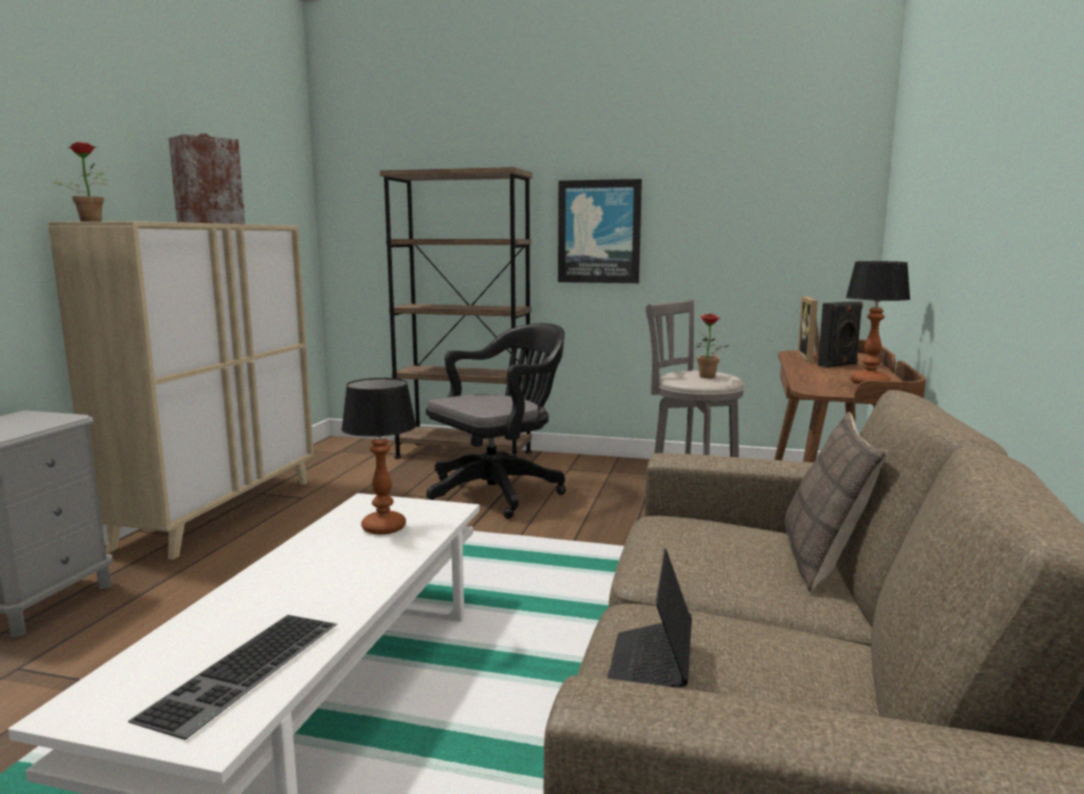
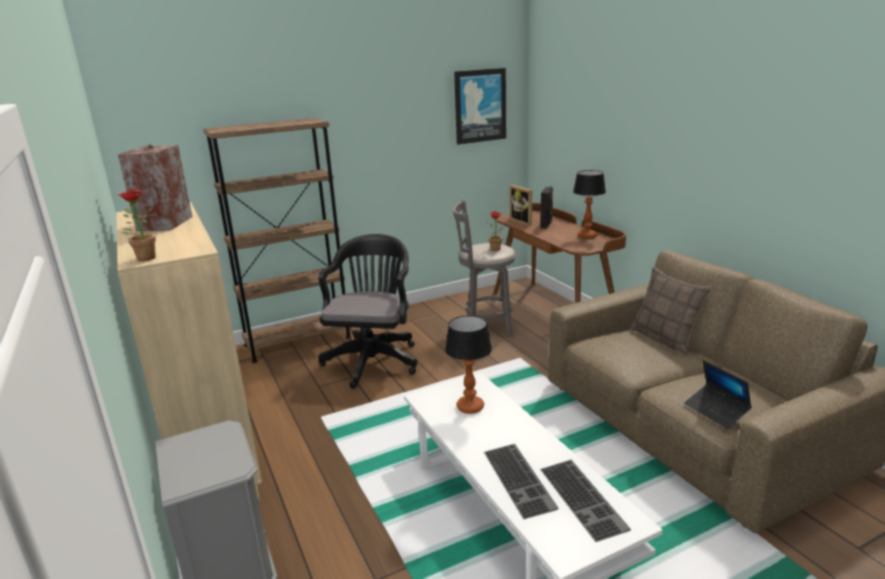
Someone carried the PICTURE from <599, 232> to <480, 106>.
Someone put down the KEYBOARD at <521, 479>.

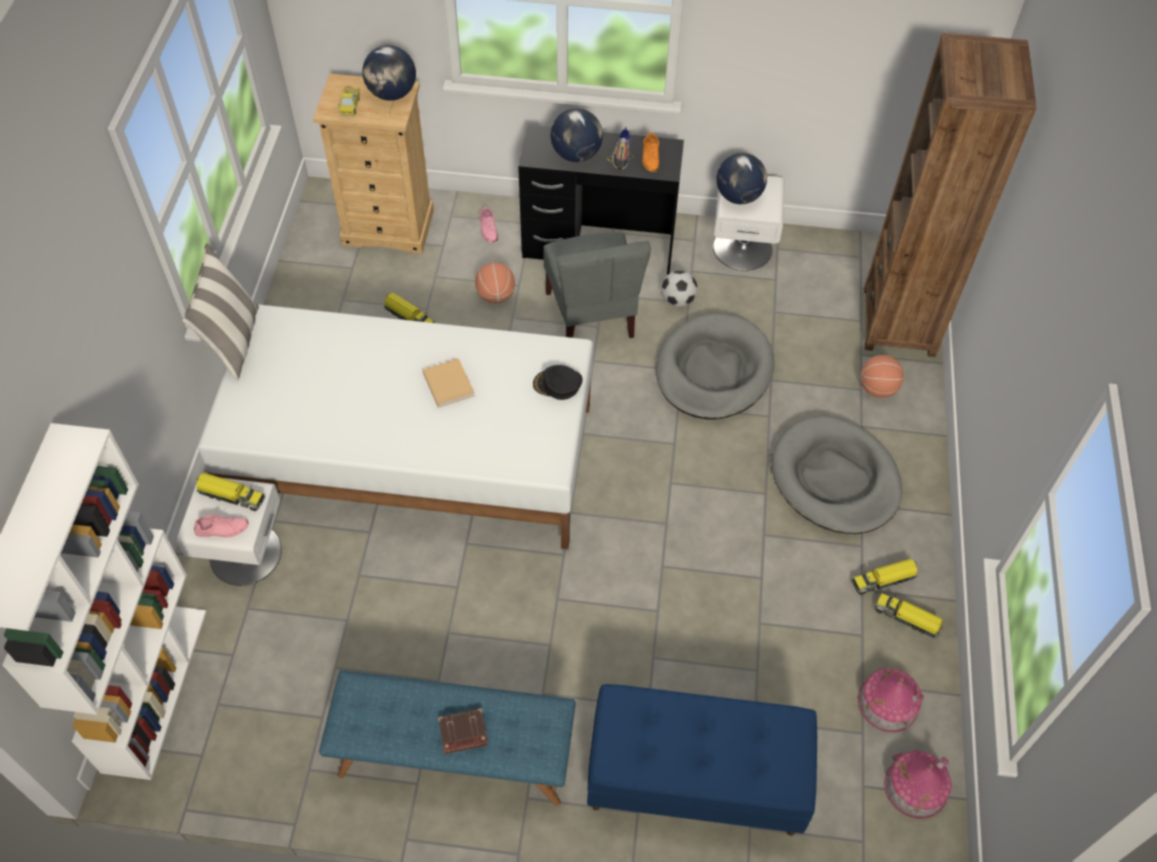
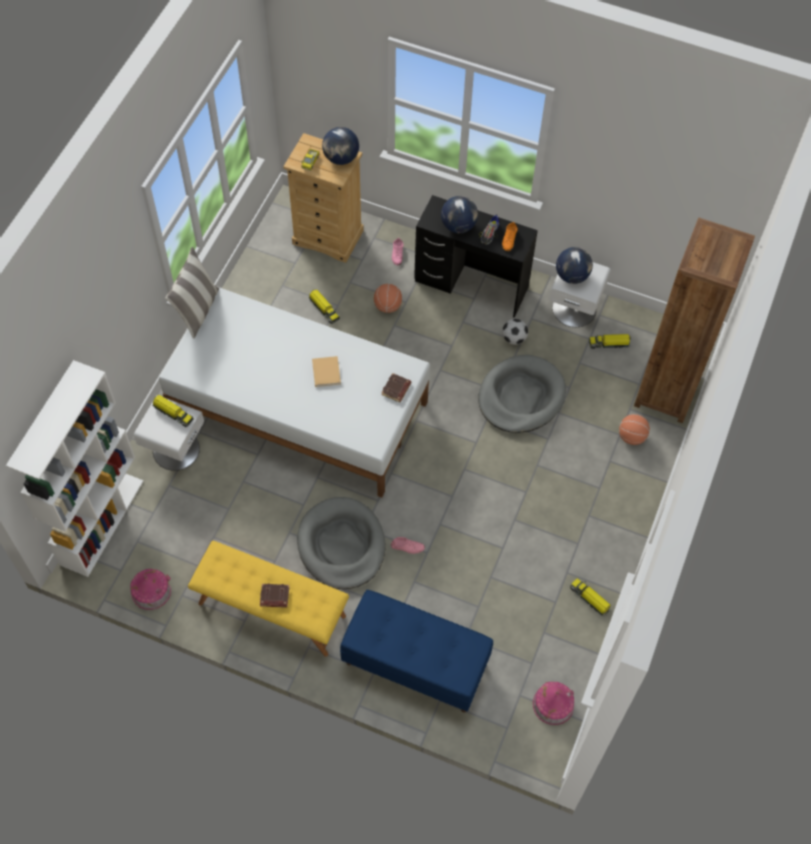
Someone carried the PINK SHOE from <222, 529> to <407, 547>.
Someone repainted the BLUE BENCH at <454, 756>, which became the YELLOW BENCH at <271, 610>.
Someone swapped the BLACK CAP at <557, 385> for the BROWN BOOK at <396, 389>.
Someone took away the GREY CHAIR at <591, 315>.
Someone carried the GREY DOG BED from <835, 479> to <341, 545>.
Someone carried the TOY TRUCK from <884, 579> to <609, 343>.
Someone carried the TOY HOUSE from <888, 703> to <151, 591>.

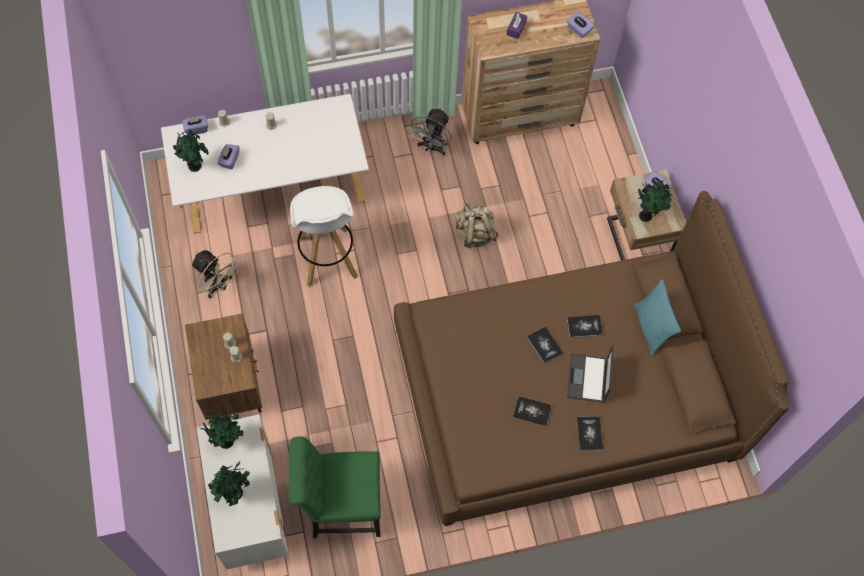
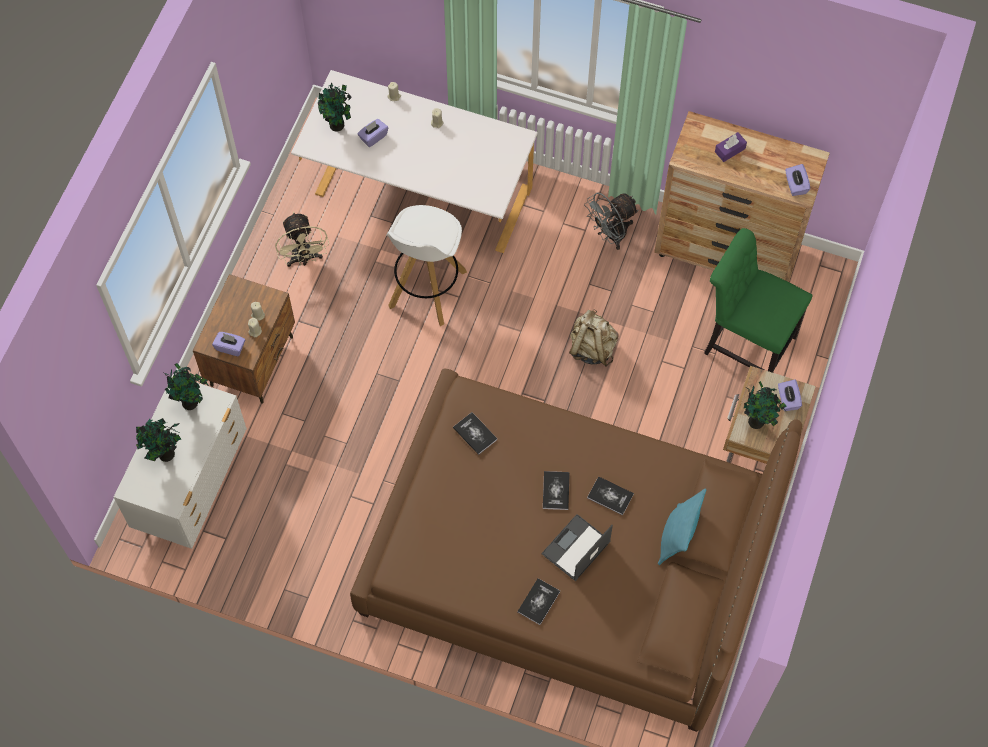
Someone carried the PURPLE TISSUE BOX from <196, 129> to <230, 347>.
Someone carried the GREEN CHAIR from <341, 507> to <745, 343>.
Someone carried the BOOK from <532, 411> to <475, 434>.

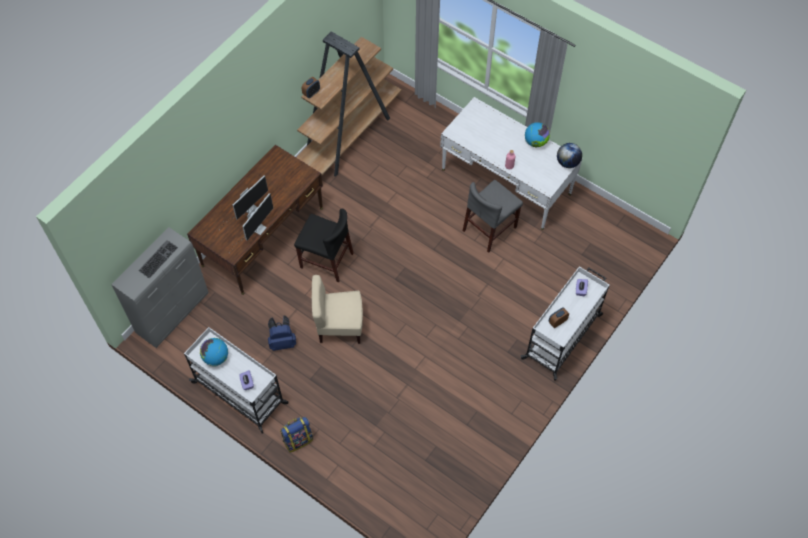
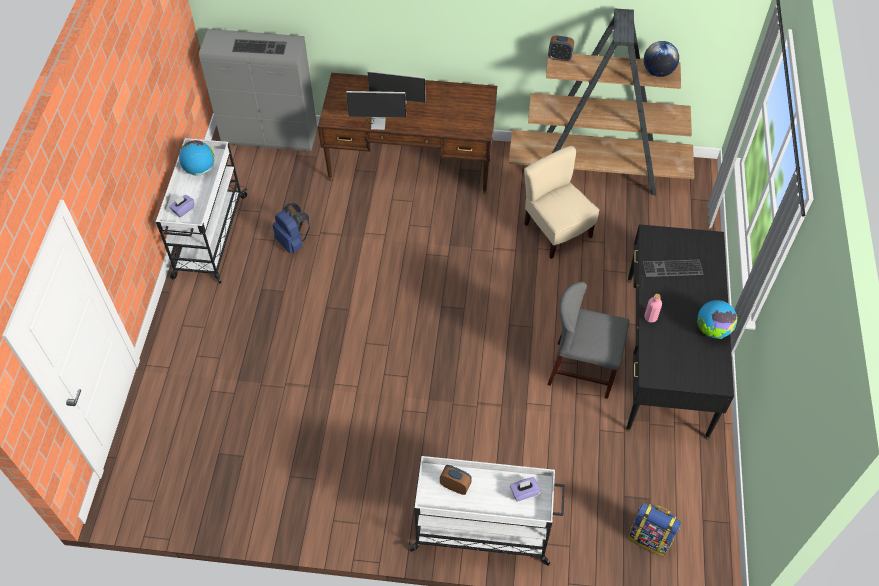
Someone carried the BACKPACK from <298, 439> to <650, 538>.
Someone took away the BLACK CHAIR at <326, 260>.
Someone carried the BEIGE CHAIR from <339, 326> to <556, 231>.
Someone repainted the WHITE DESK at <506, 181>, which became the BLACK DESK at <666, 355>.
Someone carried the GLOBE from <567, 162> to <658, 72>.
Someone put down the KEYBOARD at <672, 269>.

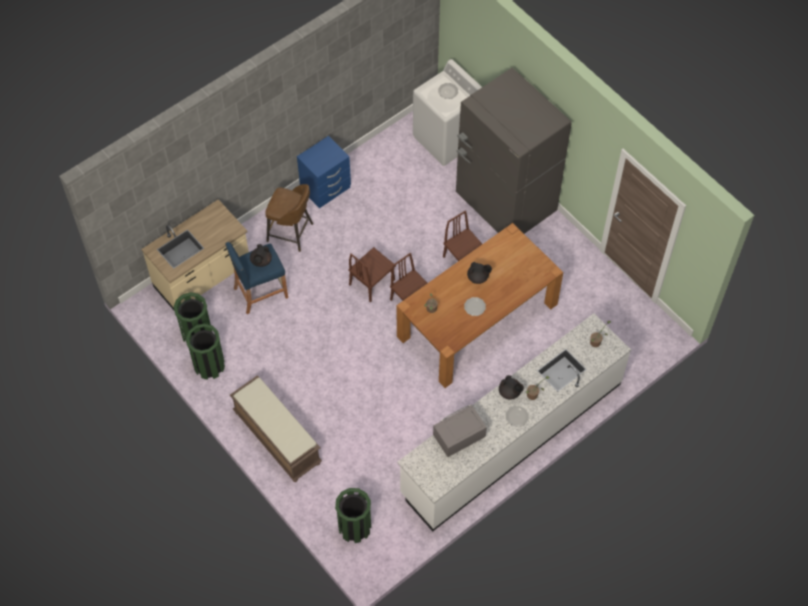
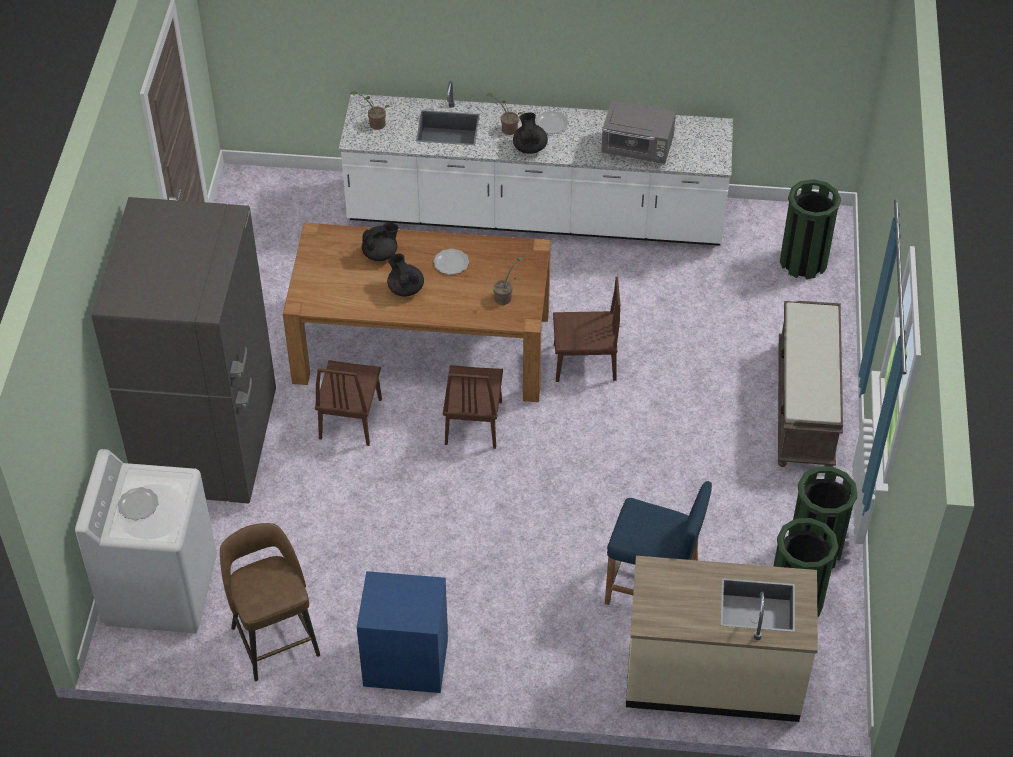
Someone carried the BLACK TEAPOT from <261, 261> to <380, 254>.
Someone carried the BROWN STOOL from <291, 233> to <274, 639>.
Someone carried the BROWN CHAIR from <372, 282> to <584, 362>.

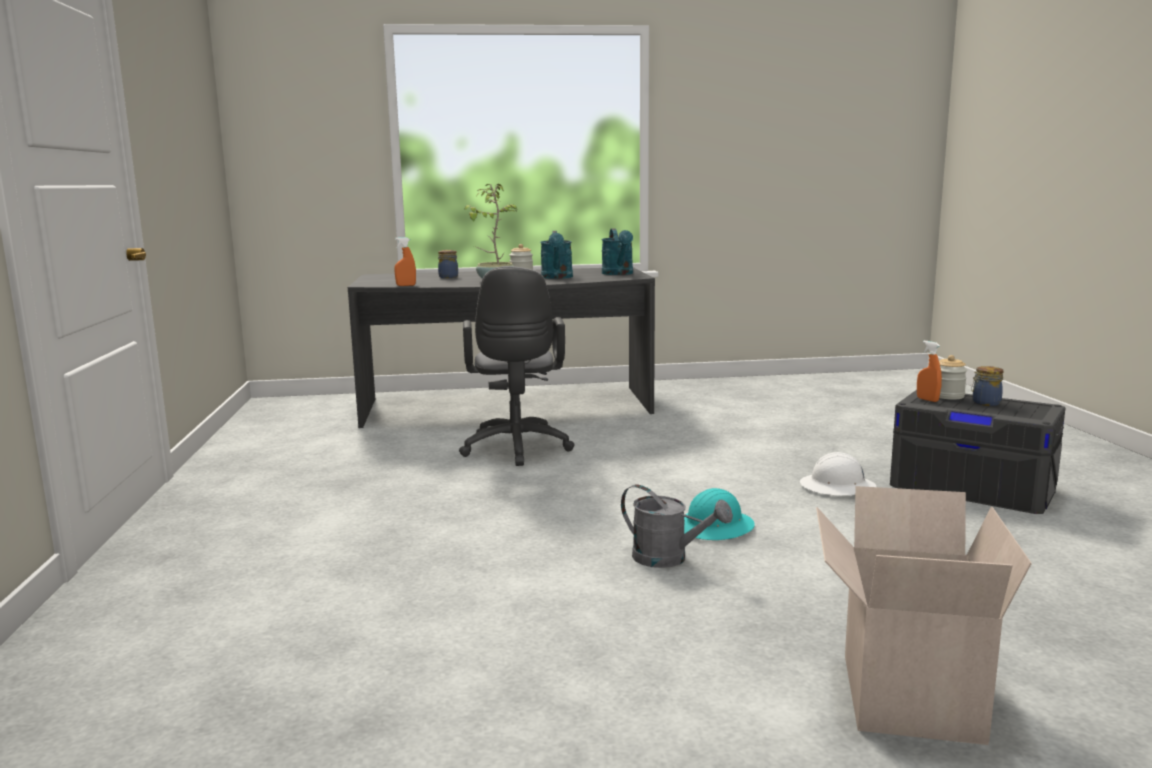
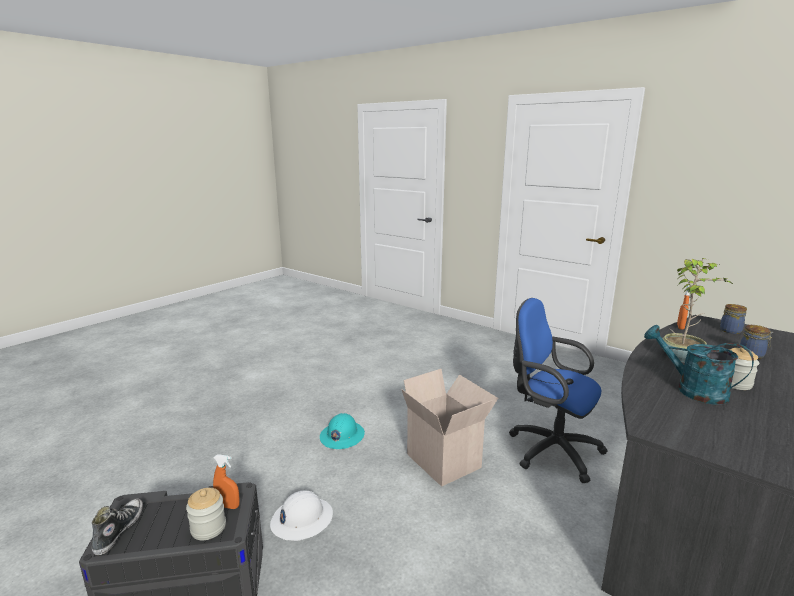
Someone repainted the GREY OFFICE CHAIR at <516, 450>, which became the BLUE OFFICE CHAIR at <549, 449>.
Someone took away the TURQUOISE WATERING CAN at <619, 274>.
Someone took away the GREY WATERING CAN at <669, 559>.
Someone carried the CARDBOARD BOX from <904, 694> to <446, 461>.
Someone carried the JAR from <985, 403> to <730, 330>.
Someone put down the SHOE at <119, 530>.

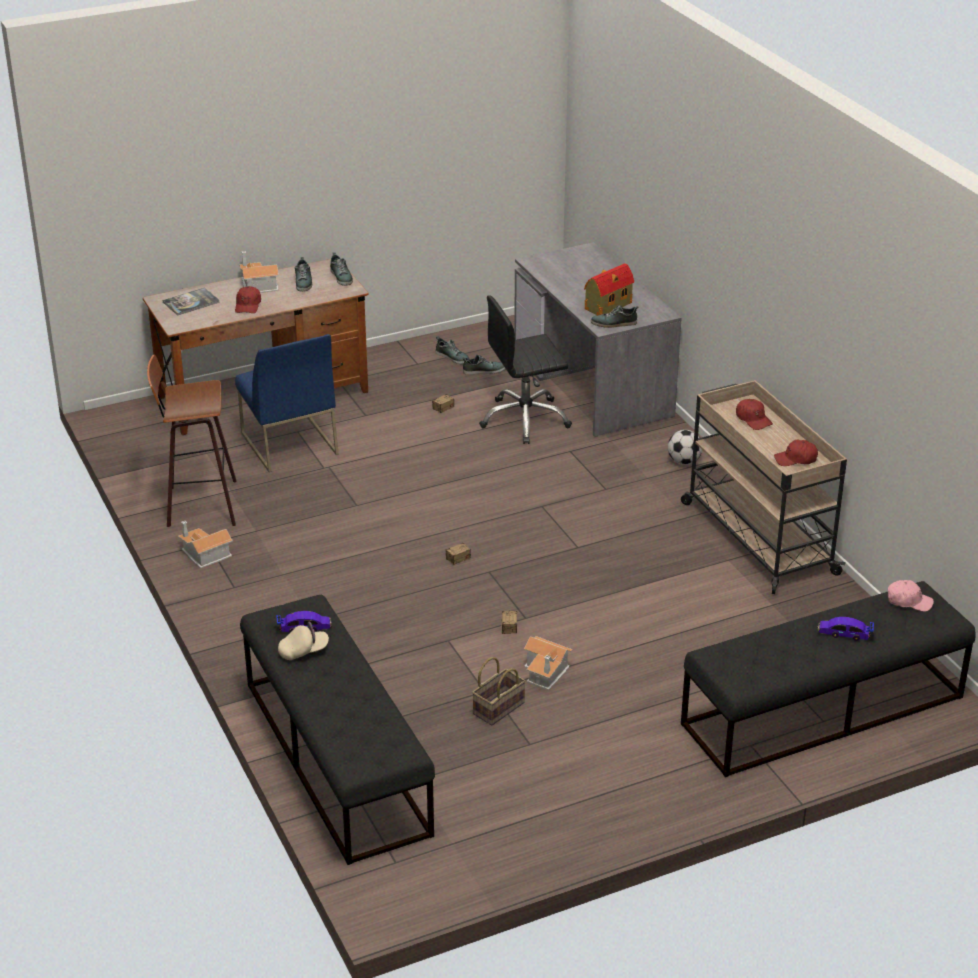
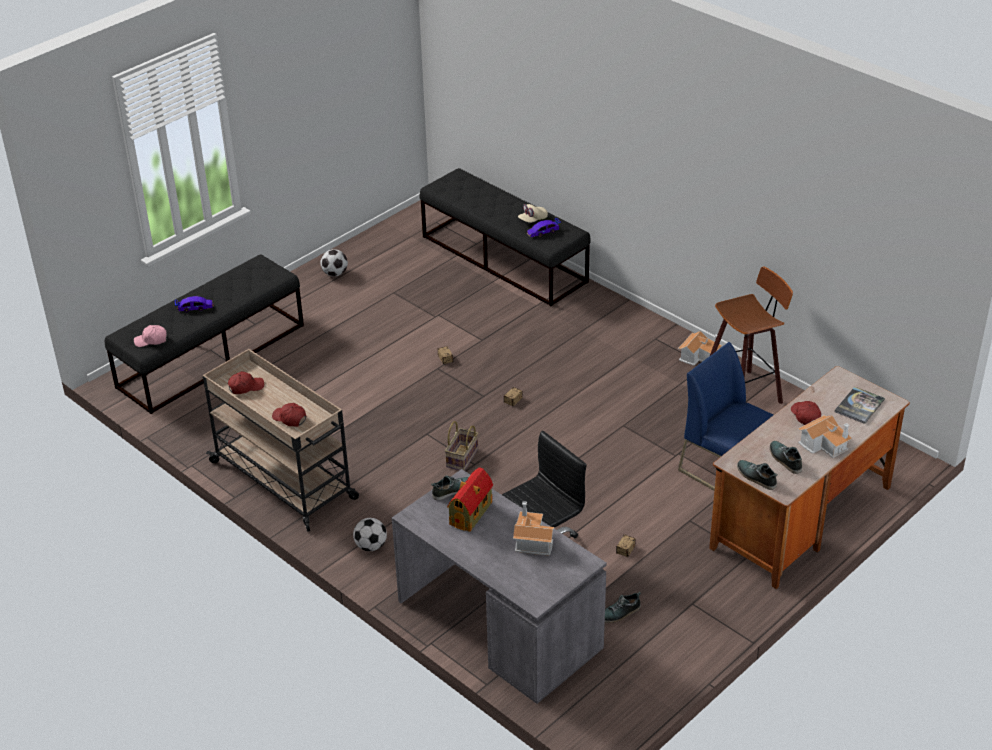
Someone took away the SHOE at <453, 357>.
Someone carried the BASKET from <498, 707> to <462, 458>.
Someone carried the TOY HOUSE from <546, 672> to <531, 540>.
Someone put down the FOOTBALL at <335, 273>.

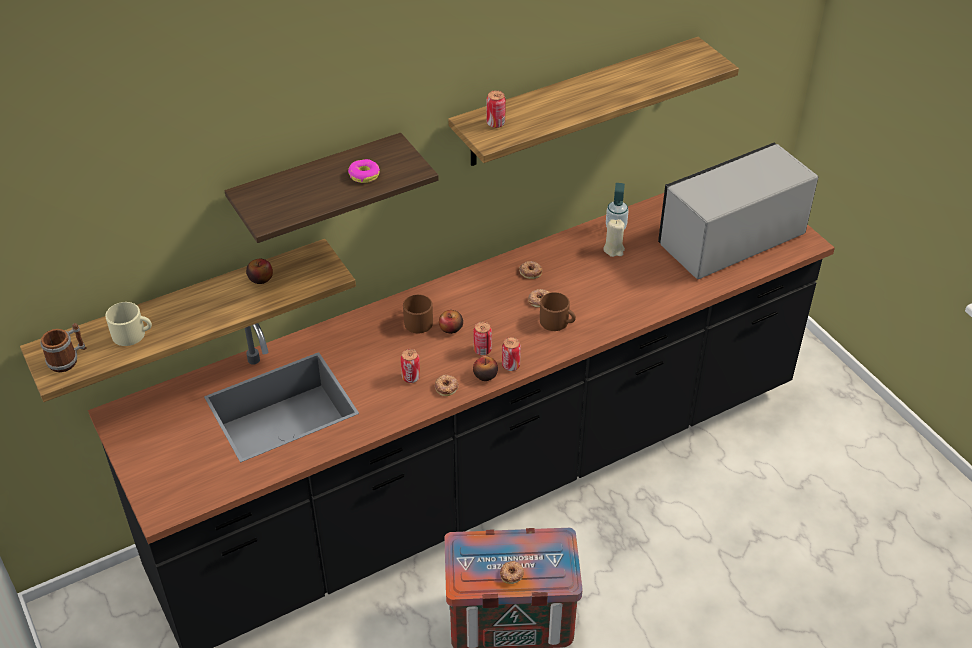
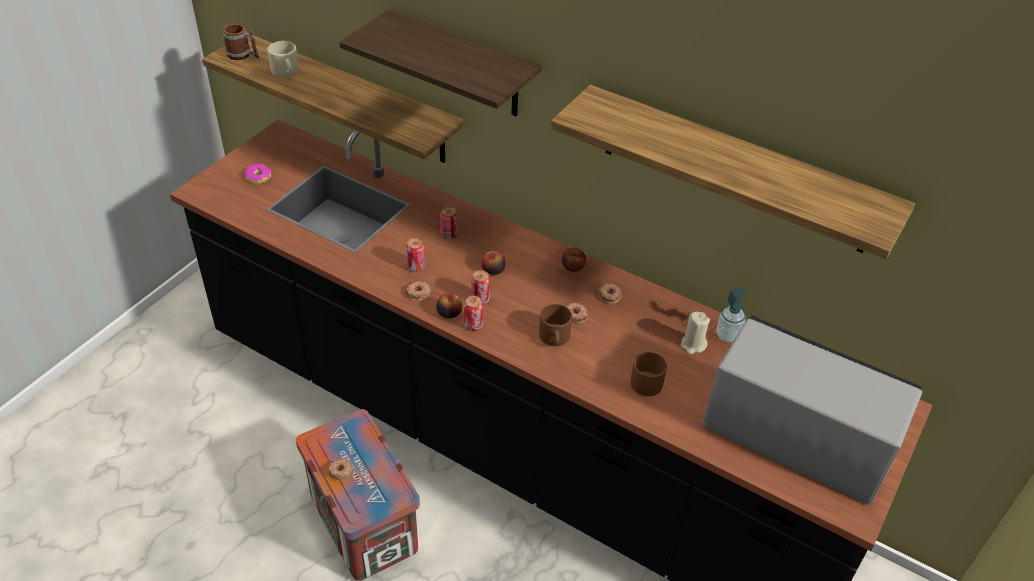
Someone carried the APPLE from <260, 278> to <573, 266>.
Someone carried the DONUT from <364, 175> to <258, 177>.
Someone carried the BROWN MUG from <417, 320> to <649, 381>.
Someone carried the CAN from <495, 123> to <449, 235>.

